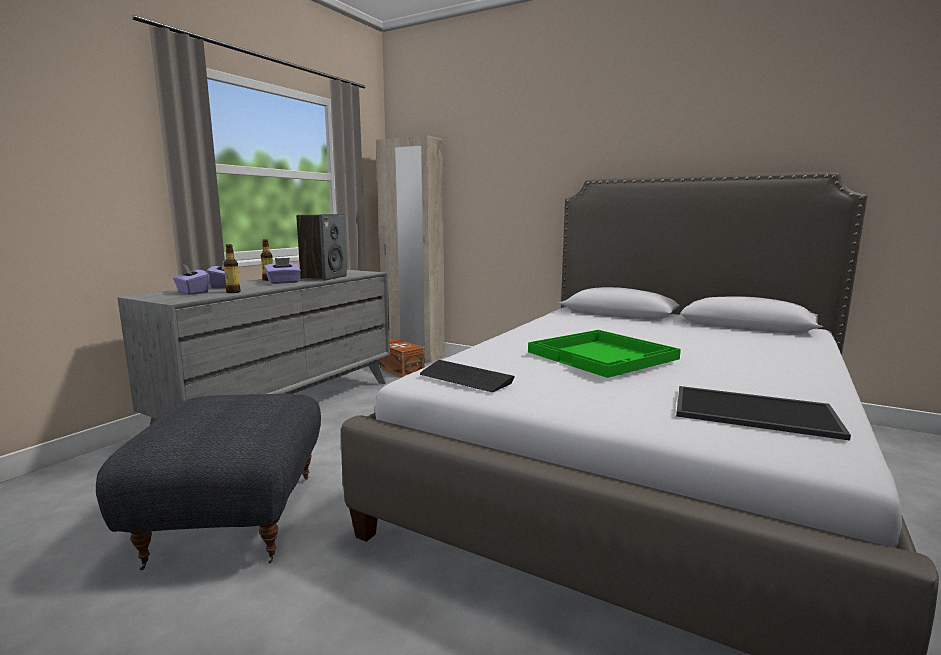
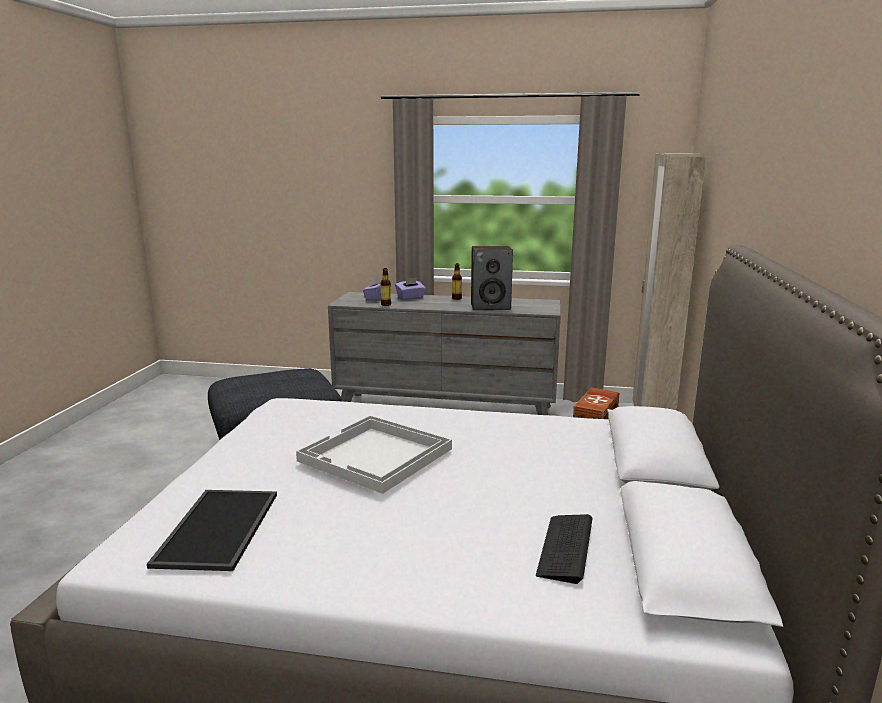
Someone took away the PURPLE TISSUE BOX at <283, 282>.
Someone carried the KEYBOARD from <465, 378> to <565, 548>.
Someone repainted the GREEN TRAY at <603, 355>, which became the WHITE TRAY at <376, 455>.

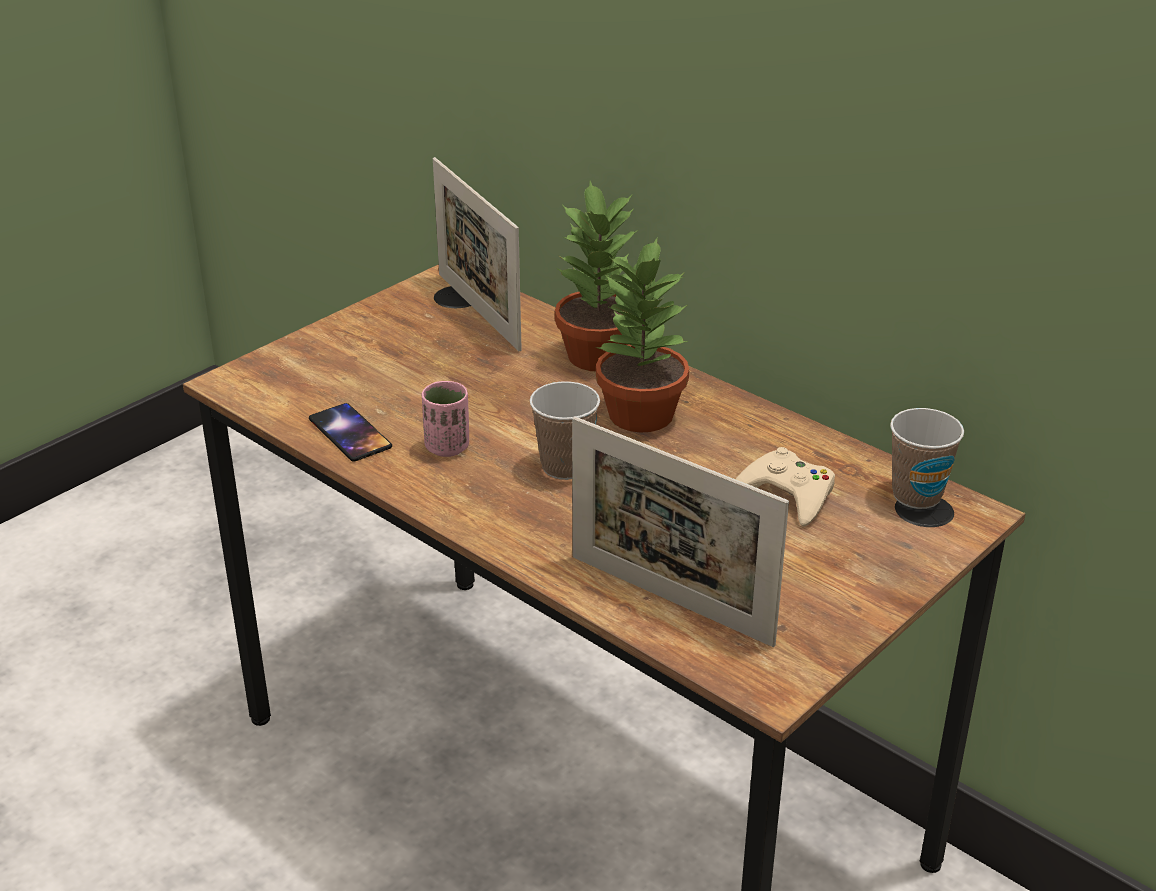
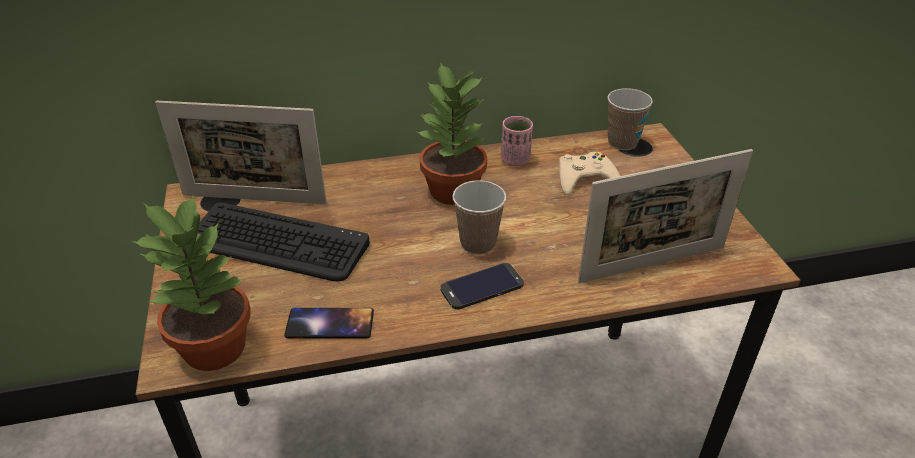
Someone carried the PINK CUP from <447, 447> to <515, 160>.
Someone carried the POTTED PLANT from <599, 355> to <214, 346>.
Someone put down the KEYBOARD at <277, 244>.
Someone put down the PHONE at <482, 286>.

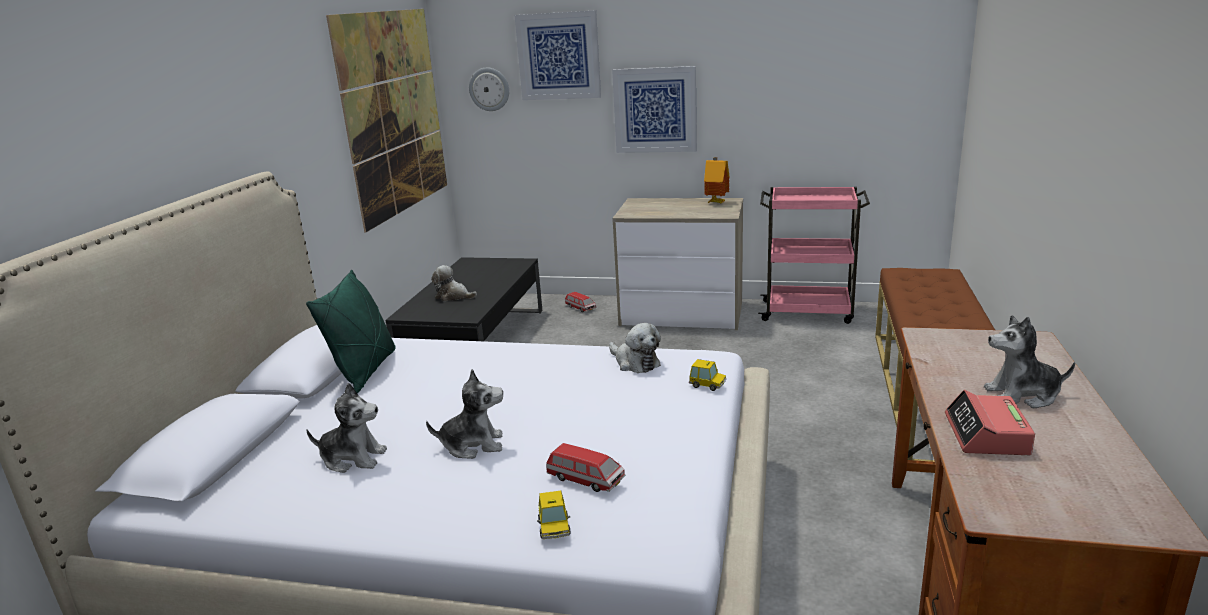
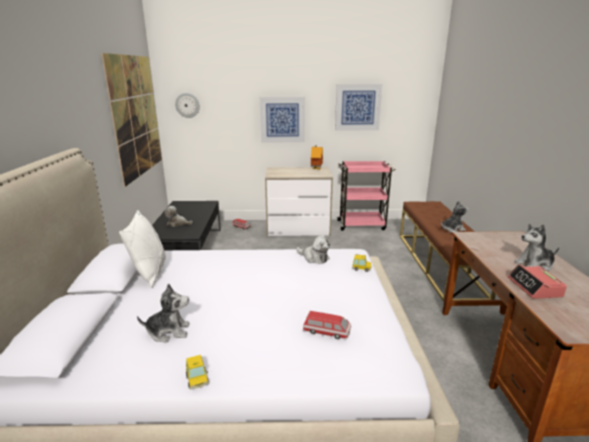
Someone repainted the GREEN PILLOW at <365, 371>, which became the WHITE PILLOW at <150, 272>.
Someone carried the PLUSH TOY from <473, 445> to <452, 229>.
Someone carried the PICTURE from <558, 56> to <357, 107>.
Someone carried the TOY CAR from <554, 528> to <197, 379>.

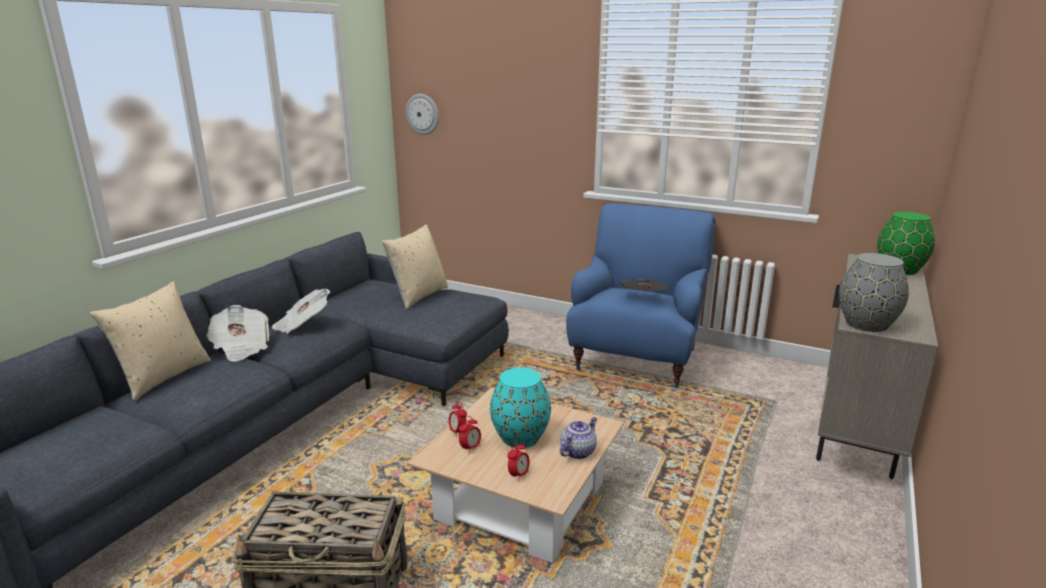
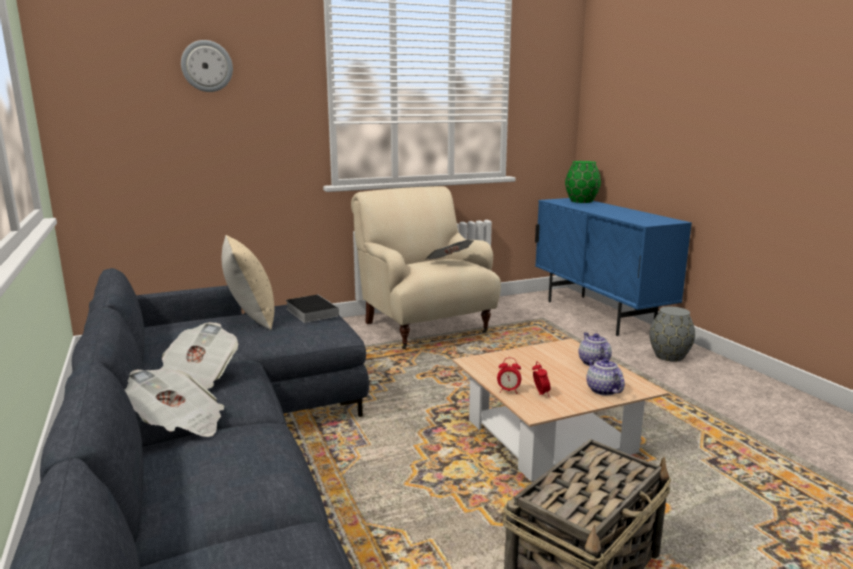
Someone took away the BEIGE PILLOW at <163, 377>.
Someone carried the WALL CLOCK from <422, 114> to <207, 66>.
Someone took away the TURQUOISE VASE at <519, 437>.
Someone swapped the ALARM CLOCK at <518, 475> for the TEAPOT at <602, 390>.
Someone repainted the BLUE ARMCHAIR at <637, 358>, which became the BEIGE ARMCHAIR at <424, 327>.
Someone repainted the BEIGE CABINET at <856, 428>, which became the BLUE CABINET at <599, 315>.
Someone carried the GREY VASE from <866, 324> to <669, 356>.
Someone put down the BOOK at <310, 312>.

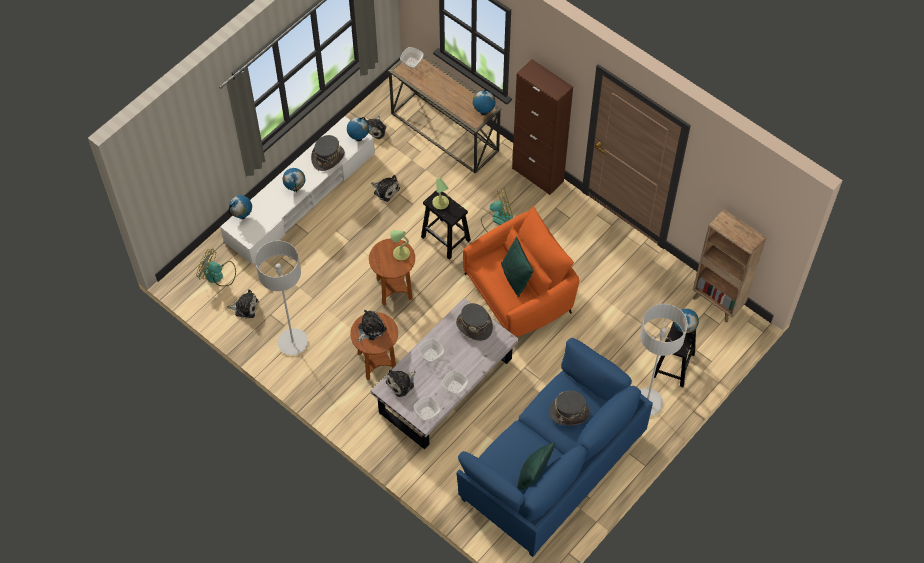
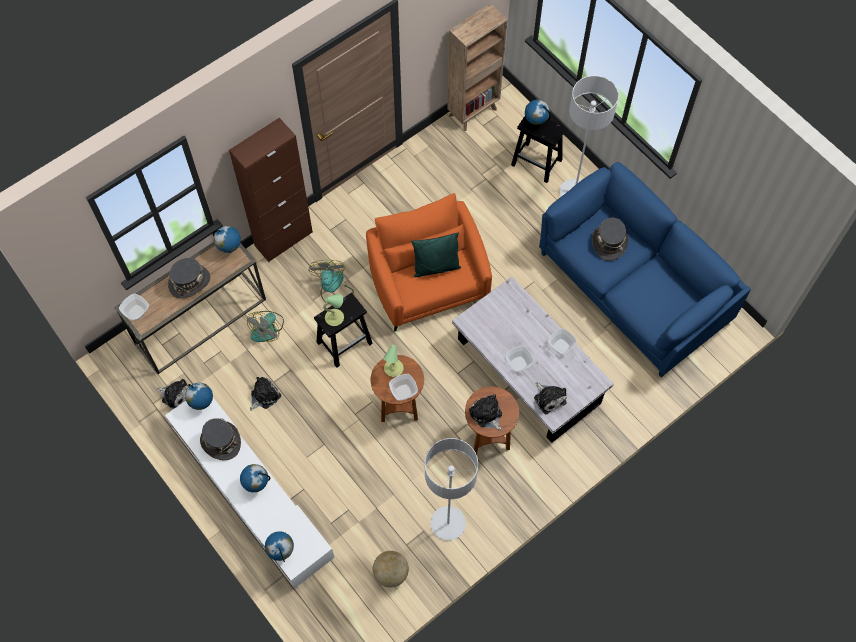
Someone carried the FAN from <218, 275> to <267, 328>.
Someone swapped the PLUSH TOY at <245, 307> for the GLOBE at <391, 573>.
Someone carried the BOWL from <426, 413> to <403, 392>.
Someone carried the GREY HAT from <474, 325> to <189, 282>.
Someone took away the GREEN PILLOW at <533, 475>.

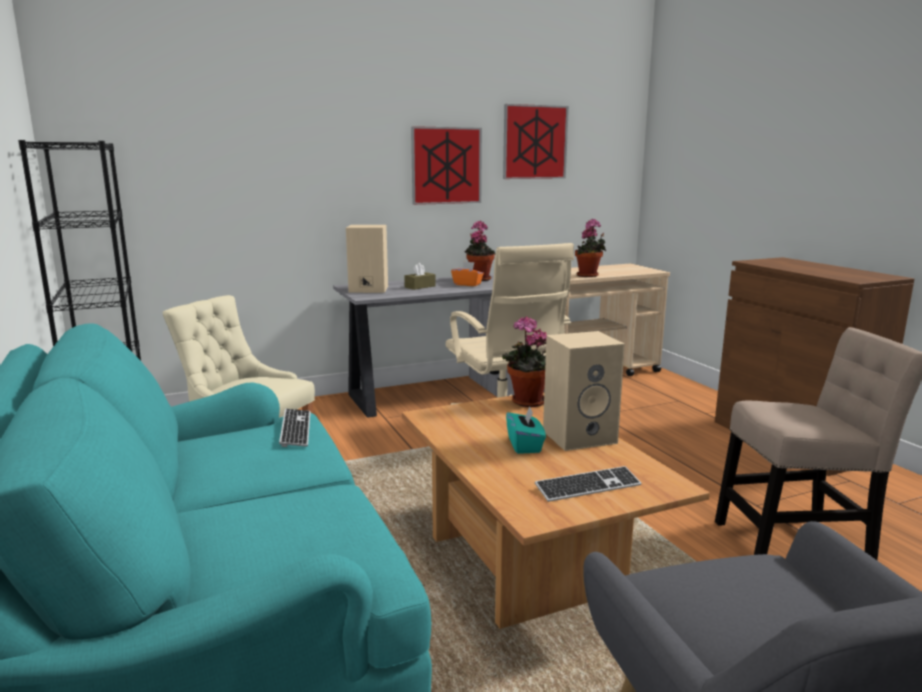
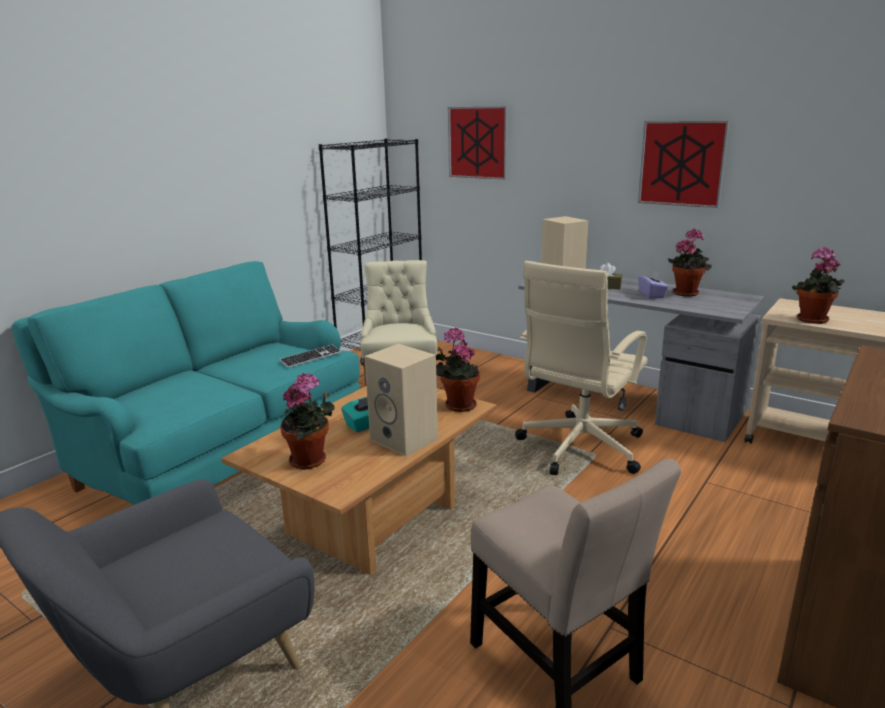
Someone repainted the ORANGE TISSUE BOX at <467, 284>, which became the PURPLE TISSUE BOX at <652, 295>.
Someone carried the PICTURE from <535, 142> to <478, 142>.
Someone swapped the KEYBOARD at <588, 486> for the POTTED PLANT at <311, 461>.

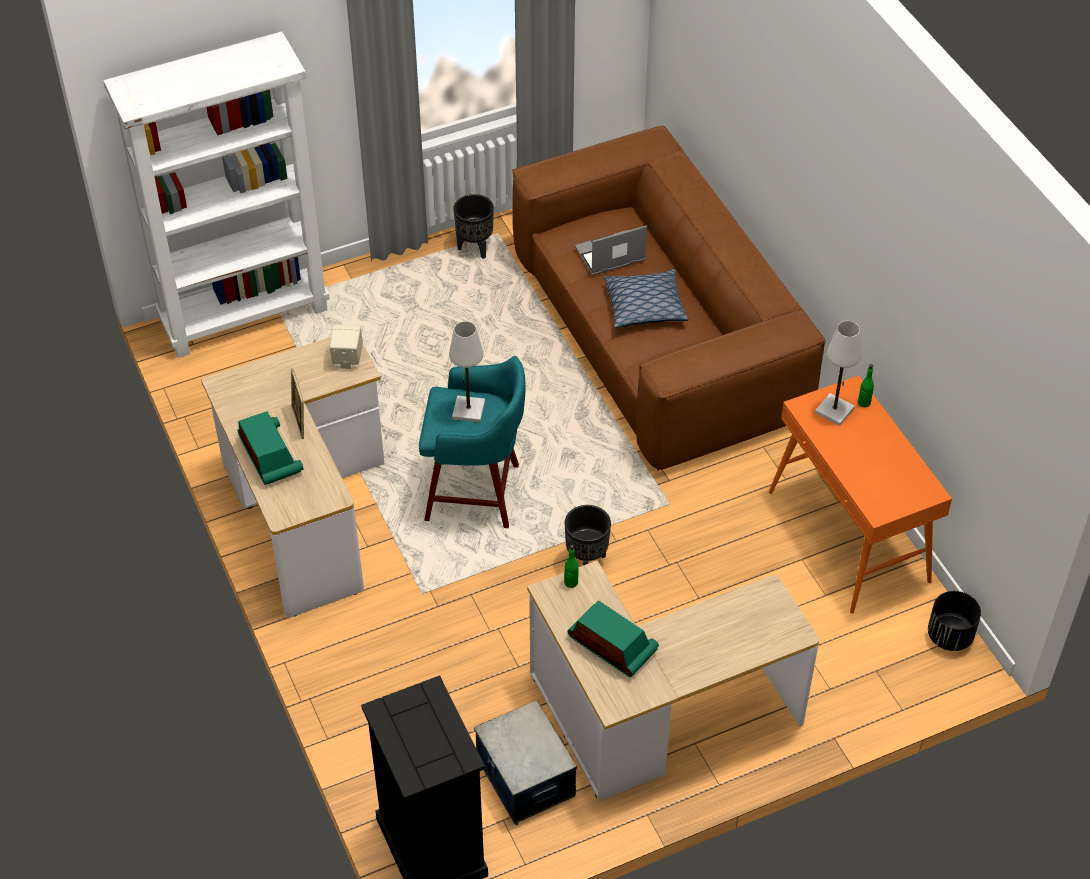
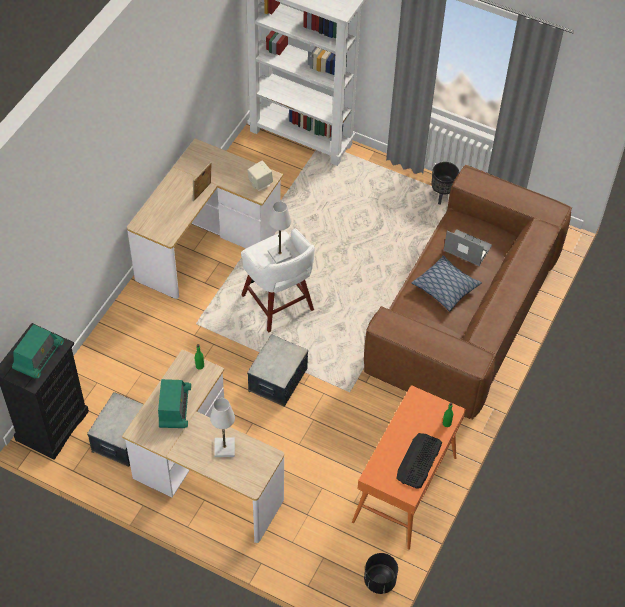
Someone carried the RADIO from <270, 456> to <38, 356>.
Someone repainted the TURQUOISE STOOL at <476, 493>, which became the WHITE STOOL at <278, 304>.
Someone swapped the BLACK PLANTER at <586, 562> for the STORAGE BOX at <277, 379>.
Someone carried the WHITE TABLE LAMP from <834, 411> to <224, 448>.
Someone put down the KEYBOARD at <419, 461>.

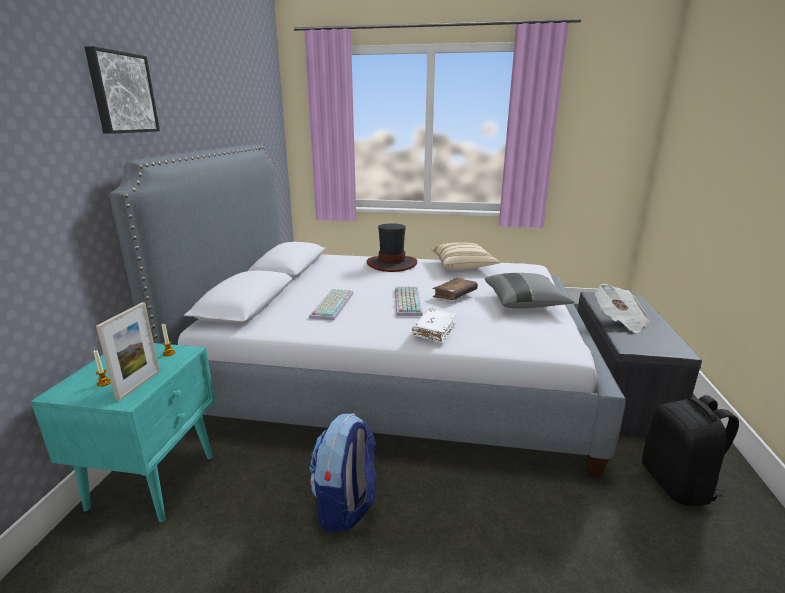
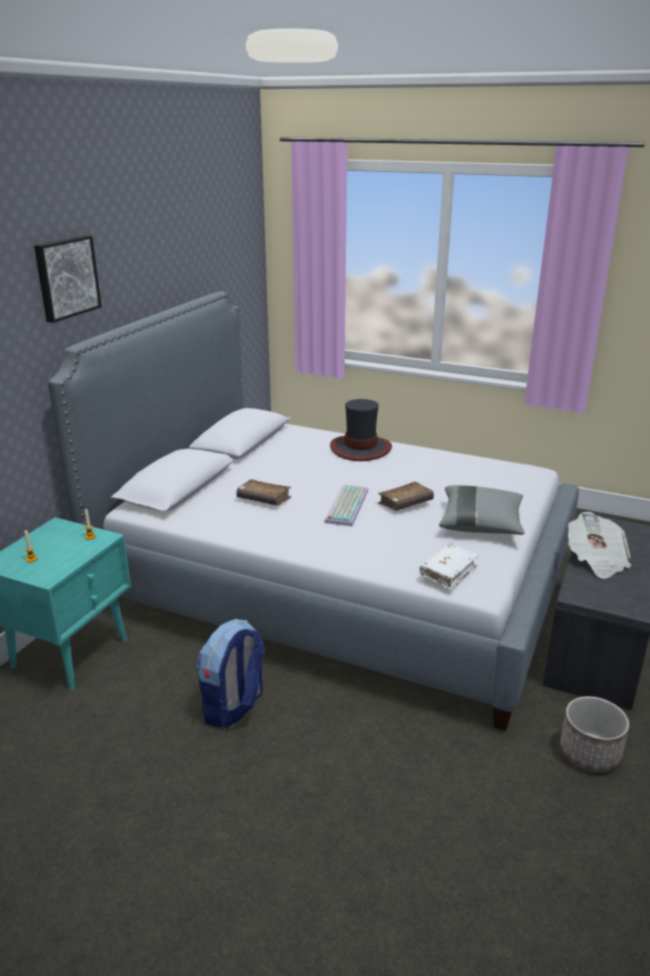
Someone took away the PICTURE FRAME at <139, 385>.
Someone swapped the KEYBOARD at <331, 304> for the BROWN BOOK at <263, 499>.
Someone carried the WHITE BOOK from <434, 331> to <448, 572>.
Someone took away the BEIGE PILLOW at <463, 266>.
Someone swapped the BLACK BACKPACK at <678, 484> for the PLANTER at <590, 753>.

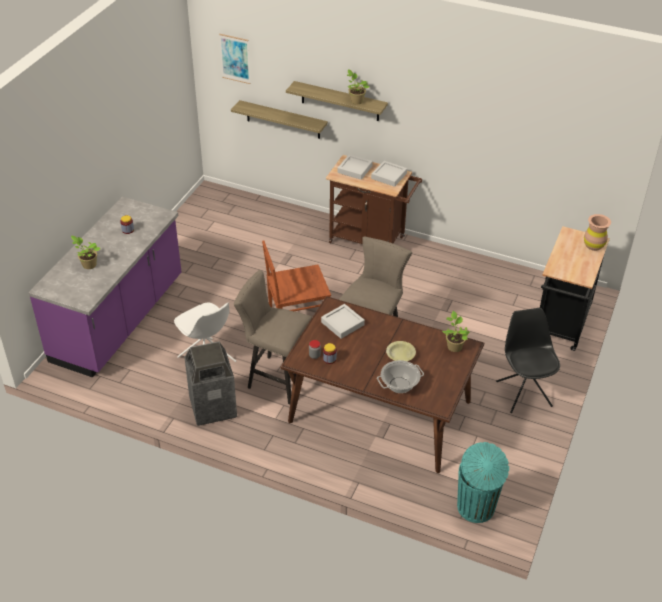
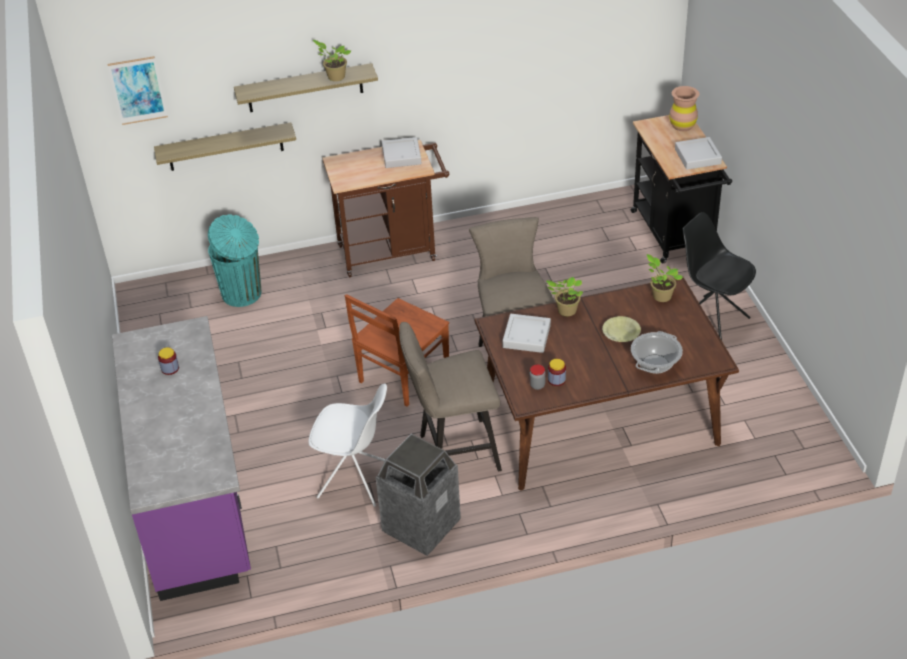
Someone carried the POTTED PLANT from <88, 265> to <565, 311>.
Someone carried the GREY TRAY from <355, 169> to <697, 156>.
Someone carried the TURQUOISE TRASH CAN from <476, 508> to <243, 294>.

